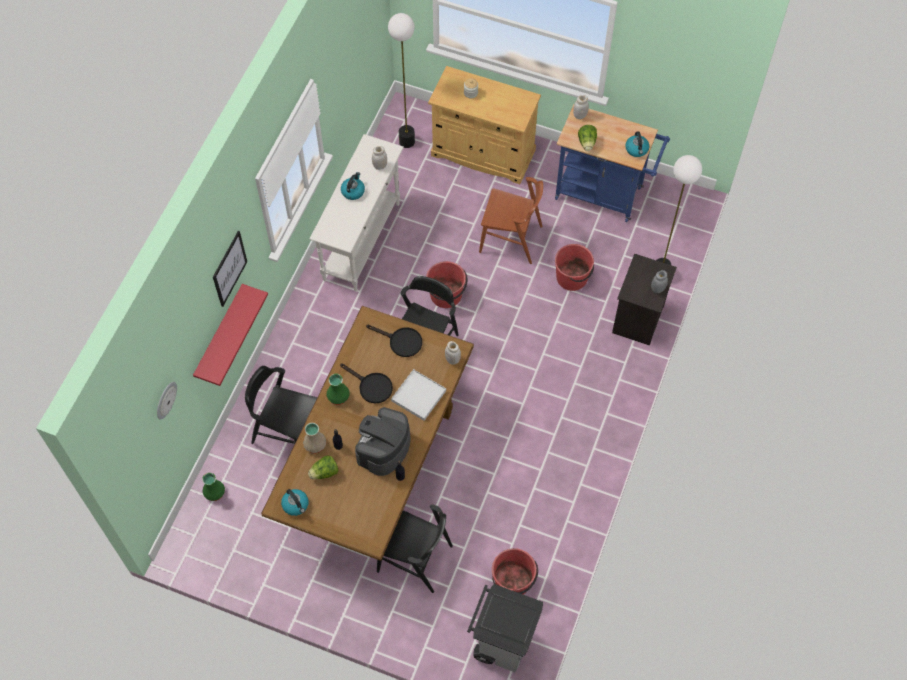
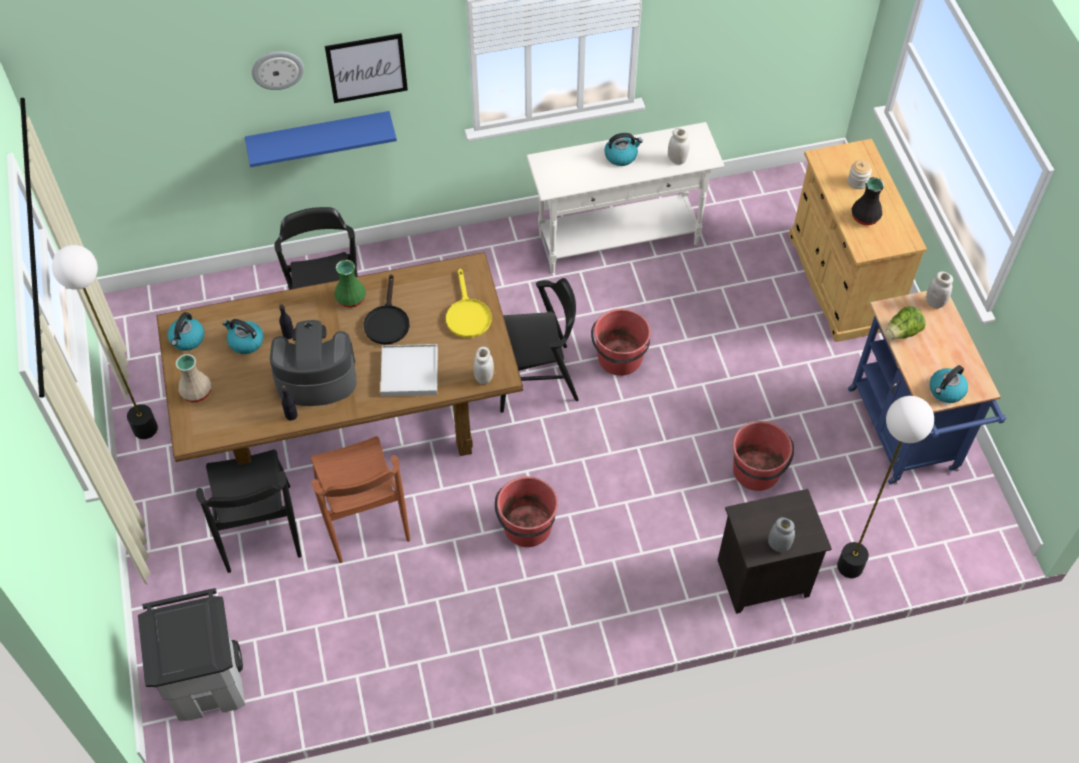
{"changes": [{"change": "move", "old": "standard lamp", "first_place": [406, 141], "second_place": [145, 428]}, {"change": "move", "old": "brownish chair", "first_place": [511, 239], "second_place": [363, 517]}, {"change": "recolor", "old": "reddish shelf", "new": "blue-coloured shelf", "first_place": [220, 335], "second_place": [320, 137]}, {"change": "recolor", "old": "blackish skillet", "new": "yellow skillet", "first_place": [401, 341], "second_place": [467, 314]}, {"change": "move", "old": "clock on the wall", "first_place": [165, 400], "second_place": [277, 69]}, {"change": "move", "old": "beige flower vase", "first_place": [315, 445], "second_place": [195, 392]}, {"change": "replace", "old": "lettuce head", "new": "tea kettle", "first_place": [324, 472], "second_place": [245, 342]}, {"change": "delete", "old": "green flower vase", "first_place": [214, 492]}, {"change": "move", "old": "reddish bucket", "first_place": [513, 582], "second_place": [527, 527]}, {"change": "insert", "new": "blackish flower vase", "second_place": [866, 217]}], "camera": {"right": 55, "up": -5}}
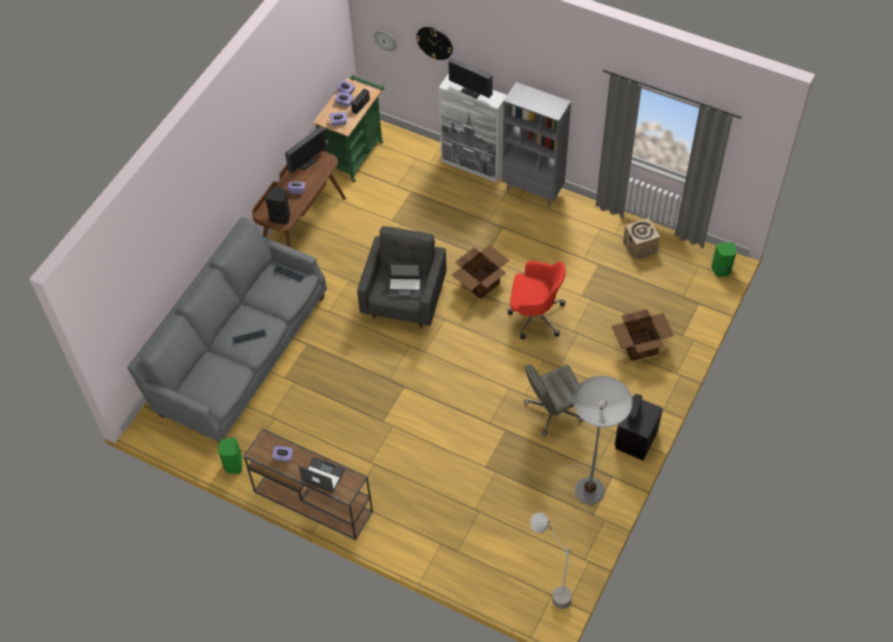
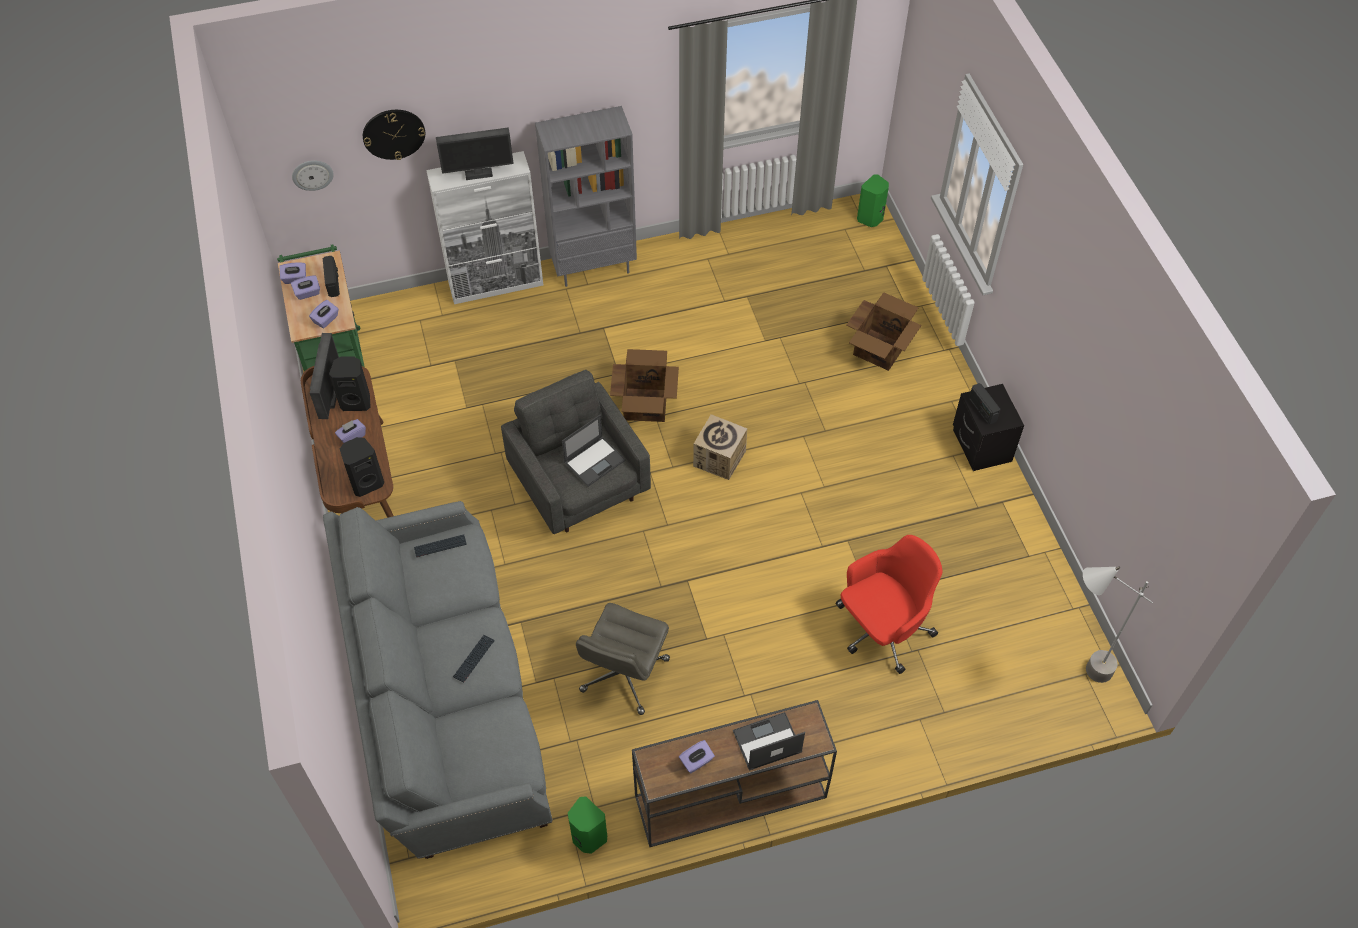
{"changes": [{"change": "move", "old": "carton", "first_place": [640, 247], "second_place": [719, 458]}, {"change": "move", "old": "reddish computer chair", "first_place": [534, 315], "second_place": [882, 630]}, {"change": "move", "old": "gray computer chair", "first_place": [552, 411], "second_place": [624, 676]}, {"change": "delete", "old": "standard lamp", "first_place": [589, 491]}, {"change": "insert", "new": "blackish loudspeaker", "second_place": [356, 401]}], "camera": {"right": -45, "up": 0}}
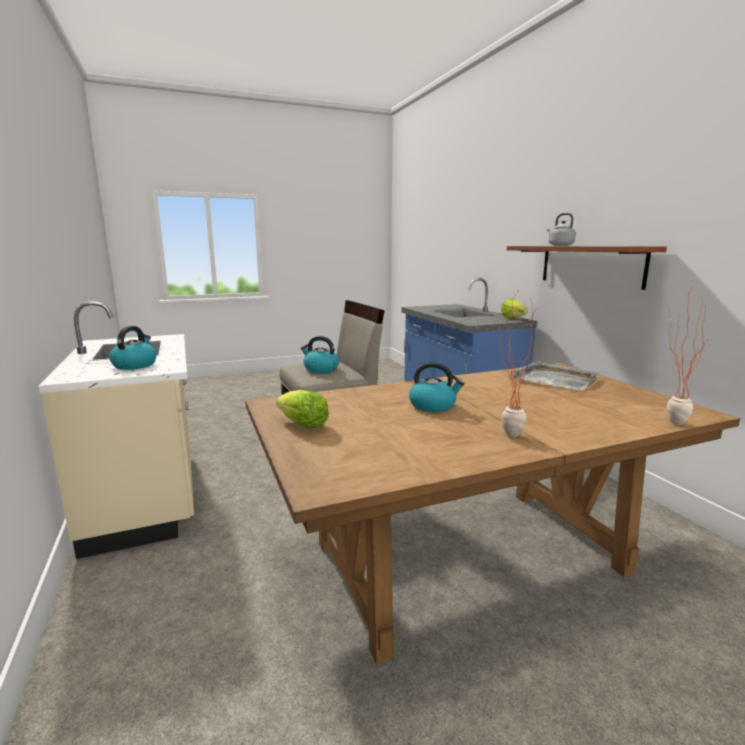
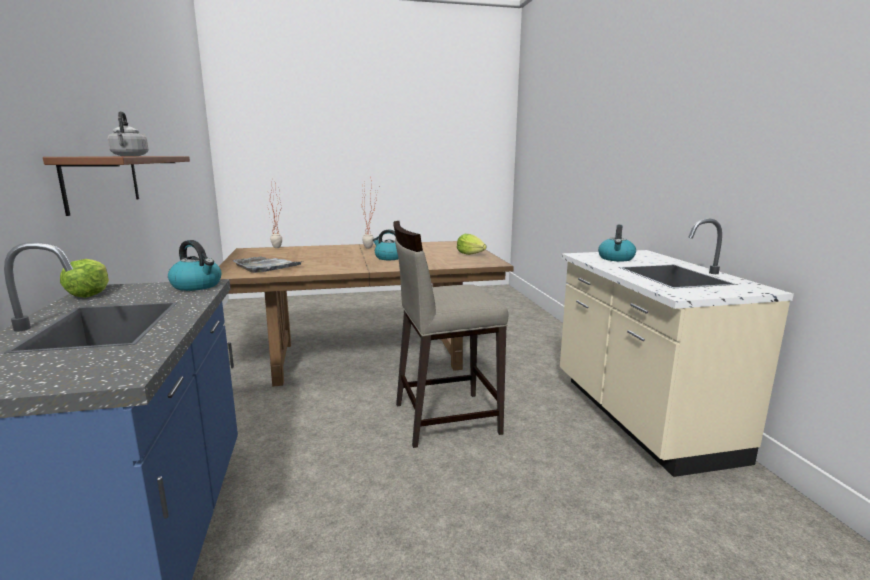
{"changes": [{"change": "move", "old": "tea kettle", "first_place": [320, 369], "second_place": [197, 286]}], "camera": {"right": -170, "up": 0}}
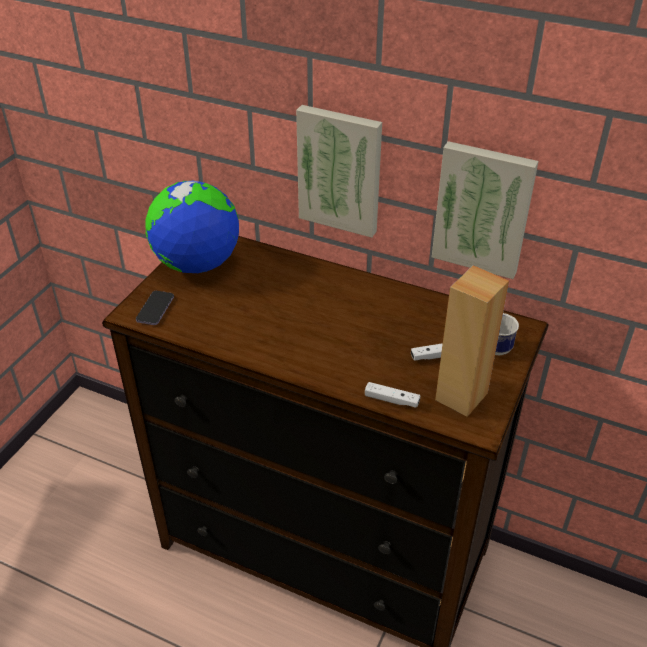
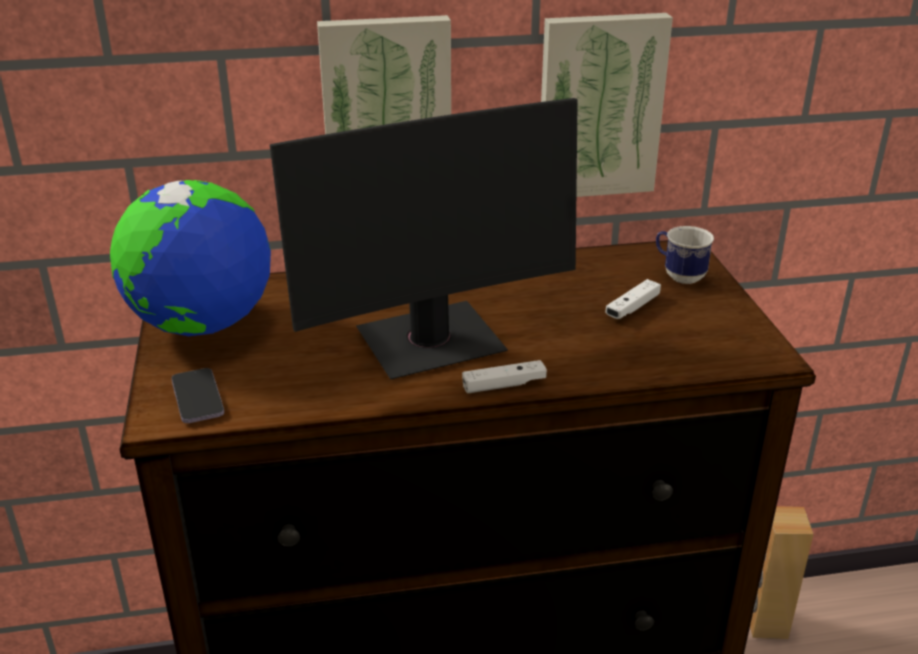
{"changes": [{"change": "move", "old": "brownish loudspeaker", "first_place": [460, 396], "second_place": [765, 623]}, {"change": "move", "old": "white joypad", "first_place": [391, 400], "second_place": [504, 385]}, {"change": "insert", "new": "monitor", "second_place": [431, 342]}], "camera": {"right": -35, "up": -10}}
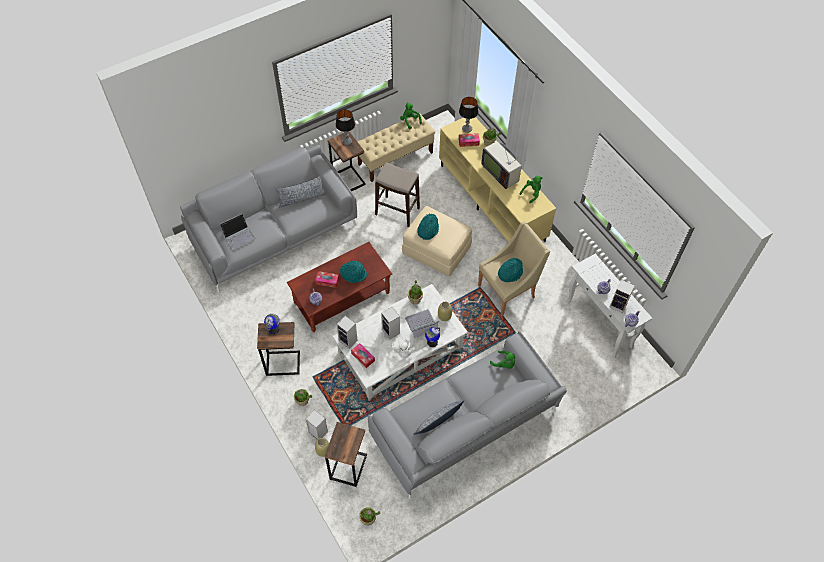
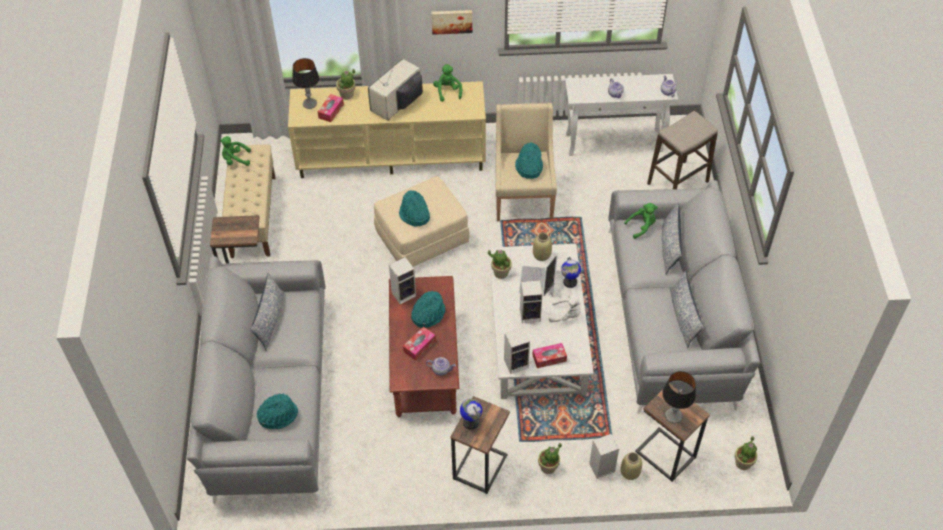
{"changes": [{"change": "move", "old": "table lamp", "first_place": [346, 141], "second_place": [673, 416]}, {"change": "rotate", "old": "television", "first_place": [501, 173], "second_place": [398, 104], "degrees": 135}, {"change": "move", "old": "sitting stool", "first_place": [397, 211], "second_place": [677, 183]}, {"change": "replace", "old": "notebook computer", "new": "blue-green clothing hat", "first_place": [239, 235], "second_place": [278, 415]}, {"change": "move", "old": "loudspeaker", "first_place": [619, 305], "second_place": [404, 293]}, {"change": "insert", "new": "wall art", "second_place": [451, 21]}, {"change": "insert", "new": "cushion", "second_place": [669, 247]}], "camera": {"right": -60, "up": -5}}
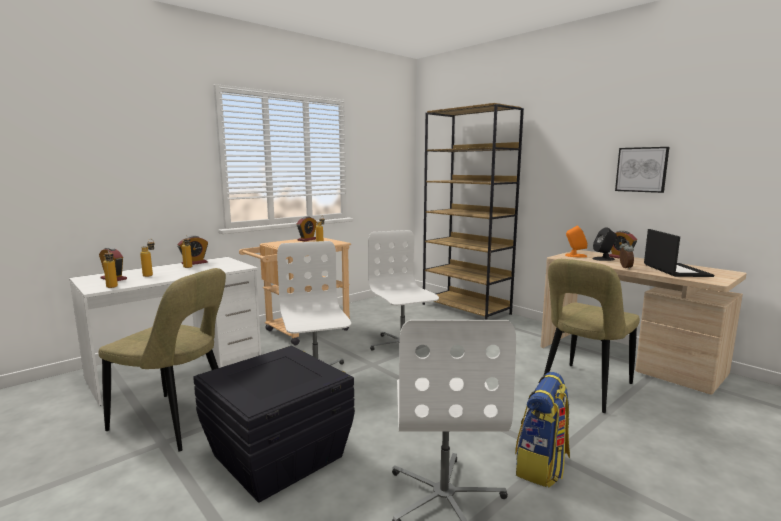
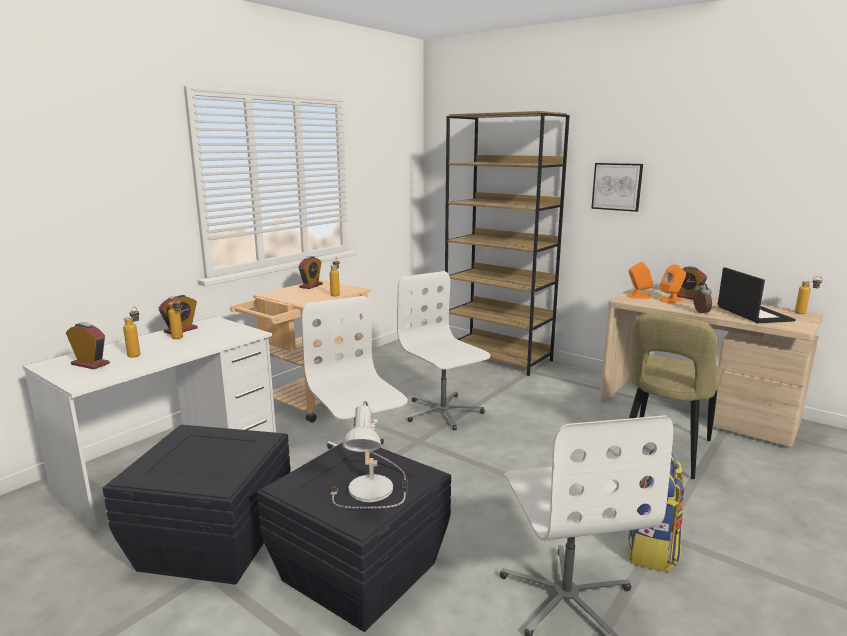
{"changes": [{"change": "move", "old": "wall art", "first_place": [641, 169], "second_place": [617, 186]}, {"change": "recolor", "old": "blackish loudspeaker", "new": "orange-coloured loudspeaker", "first_place": [603, 259], "second_place": [671, 300]}, {"change": "move", "old": "drink bottle", "first_place": [112, 287], "second_place": [804, 313]}, {"change": "replace", "old": "beige chair", "new": "blackish storage bin", "first_place": [176, 422], "second_place": [211, 543]}, {"change": "insert", "new": "table lamp", "second_place": [375, 491]}], "camera": {"right": -10, "up": 5}}
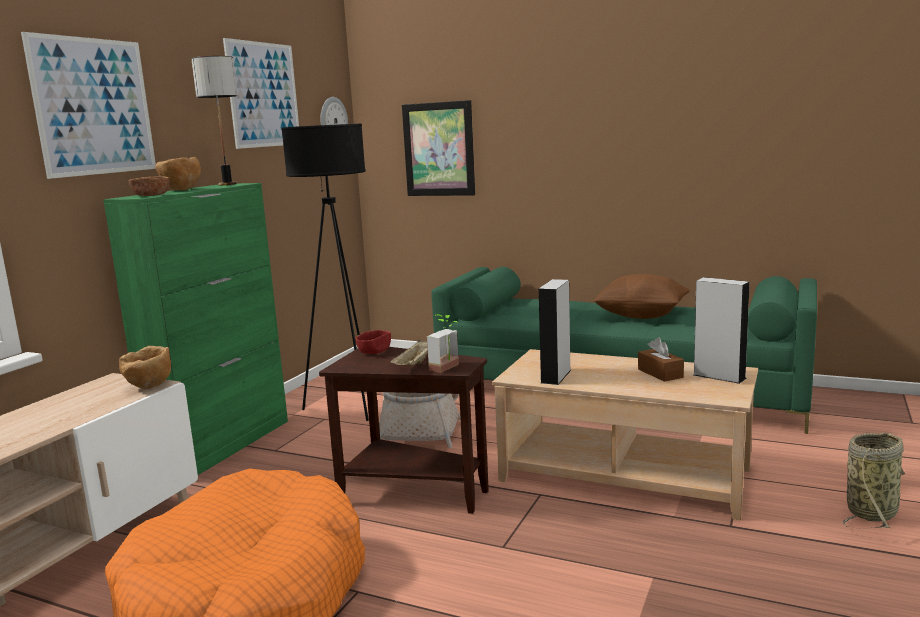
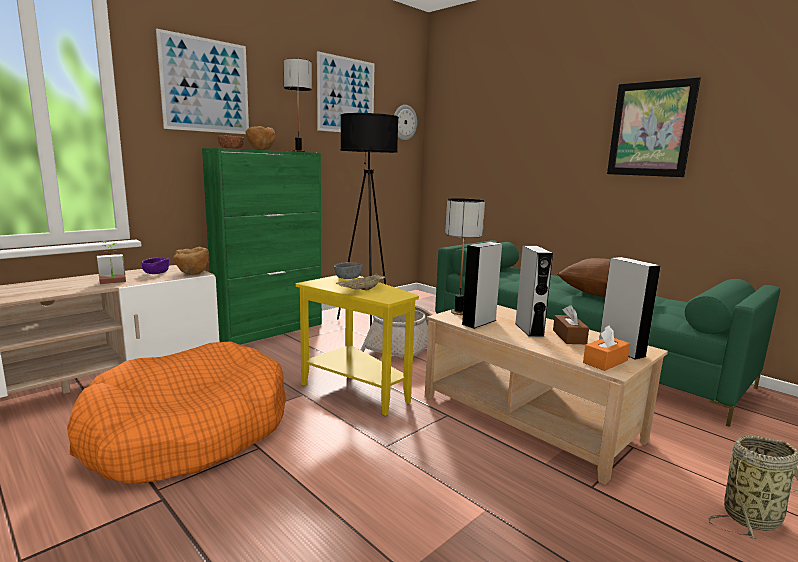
{"changes": [{"change": "move", "old": "wall art", "first_place": [439, 149], "second_place": [651, 129]}, {"change": "move", "old": "houseplant", "first_place": [449, 368], "second_place": [113, 283]}, {"change": "recolor", "old": "reddish serving bowl", "new": "gray serving bowl", "first_place": [374, 351], "second_place": [348, 278]}, {"change": "recolor", "old": "brownish side table", "new": "yellow side table", "first_place": [410, 492], "second_place": [355, 389]}, {"change": "insert", "new": "table lamp", "second_place": [459, 312]}, {"change": "insert", "new": "gray loudspeaker", "second_place": [529, 329]}, {"change": "insert", "new": "purplish serving bowl", "second_place": [156, 272]}, {"change": "insert", "new": "orange-coloured tissue holder", "second_place": [605, 362]}], "camera": {"right": 20, "up": 0}}
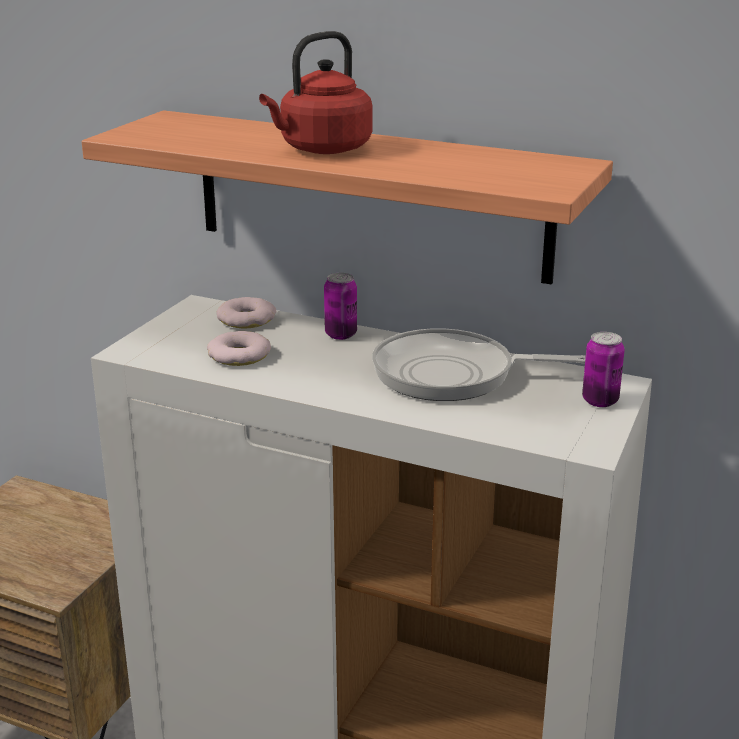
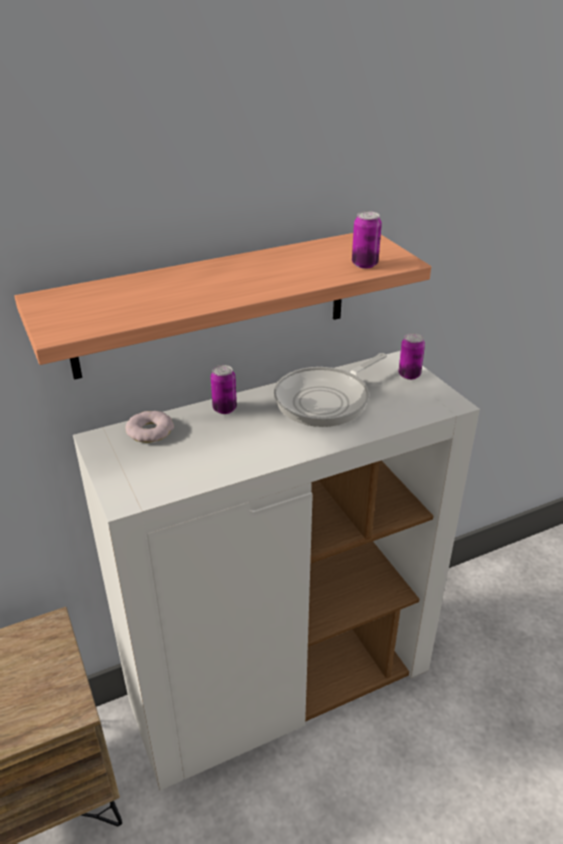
{"changes": [{"change": "delete", "old": "reddish tea kettle", "first_place": [322, 149]}, {"change": "delete", "old": "ring doughnut", "first_place": [239, 355]}, {"change": "insert", "new": "can", "second_place": [364, 264]}], "camera": {"right": -50, "up": 10}}
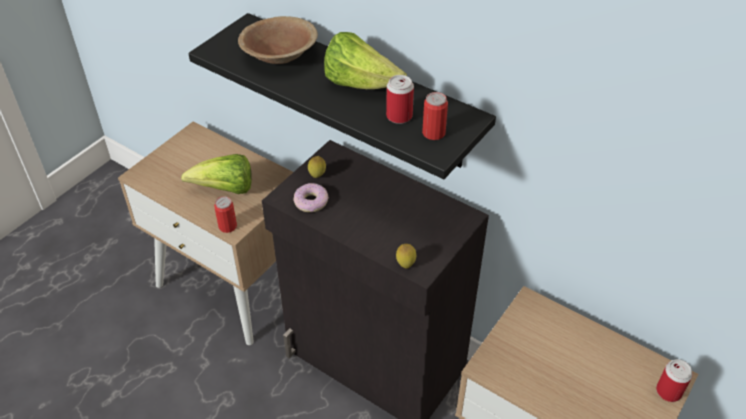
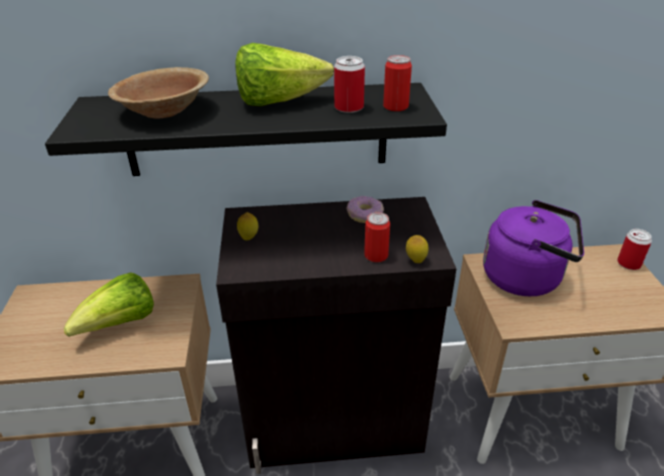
{"changes": [{"change": "move", "old": "ring doughnut", "first_place": [311, 202], "second_place": [365, 214]}, {"change": "move", "old": "can", "first_place": [227, 226], "second_place": [376, 255]}, {"change": "insert", "new": "purplish tea kettle", "second_place": [526, 277]}], "camera": {"right": -40, "up": -10}}
